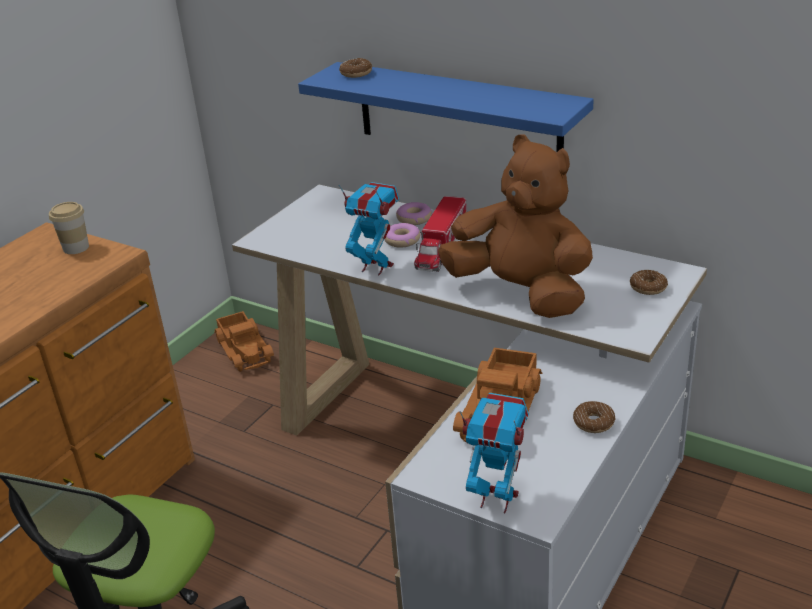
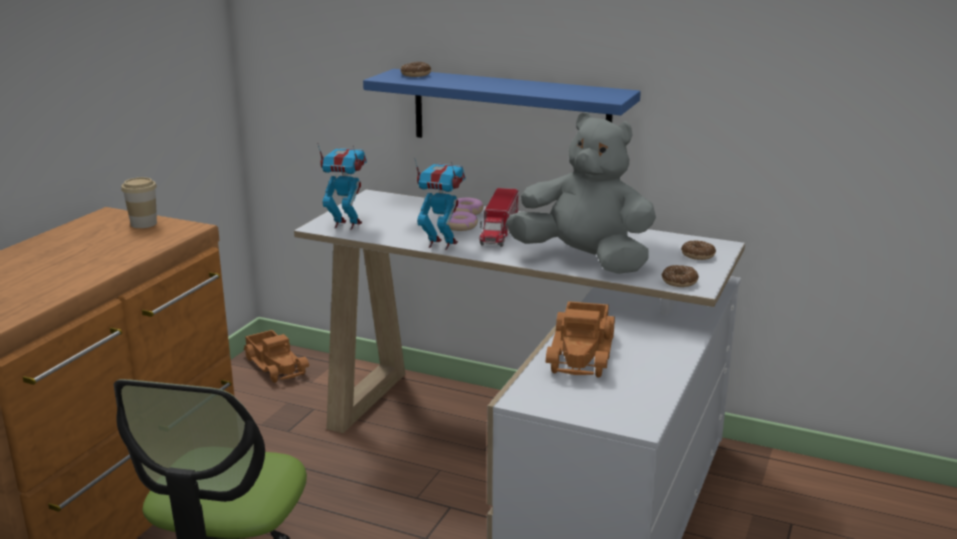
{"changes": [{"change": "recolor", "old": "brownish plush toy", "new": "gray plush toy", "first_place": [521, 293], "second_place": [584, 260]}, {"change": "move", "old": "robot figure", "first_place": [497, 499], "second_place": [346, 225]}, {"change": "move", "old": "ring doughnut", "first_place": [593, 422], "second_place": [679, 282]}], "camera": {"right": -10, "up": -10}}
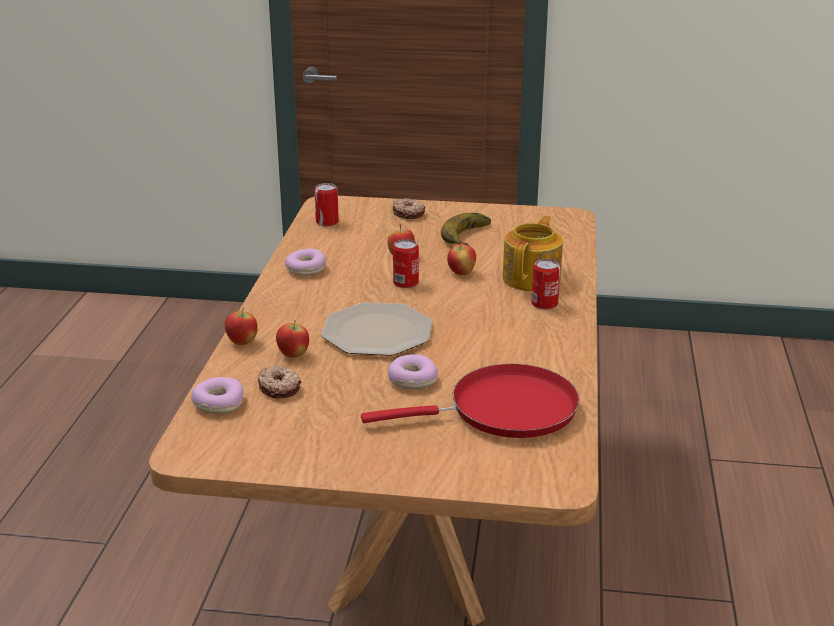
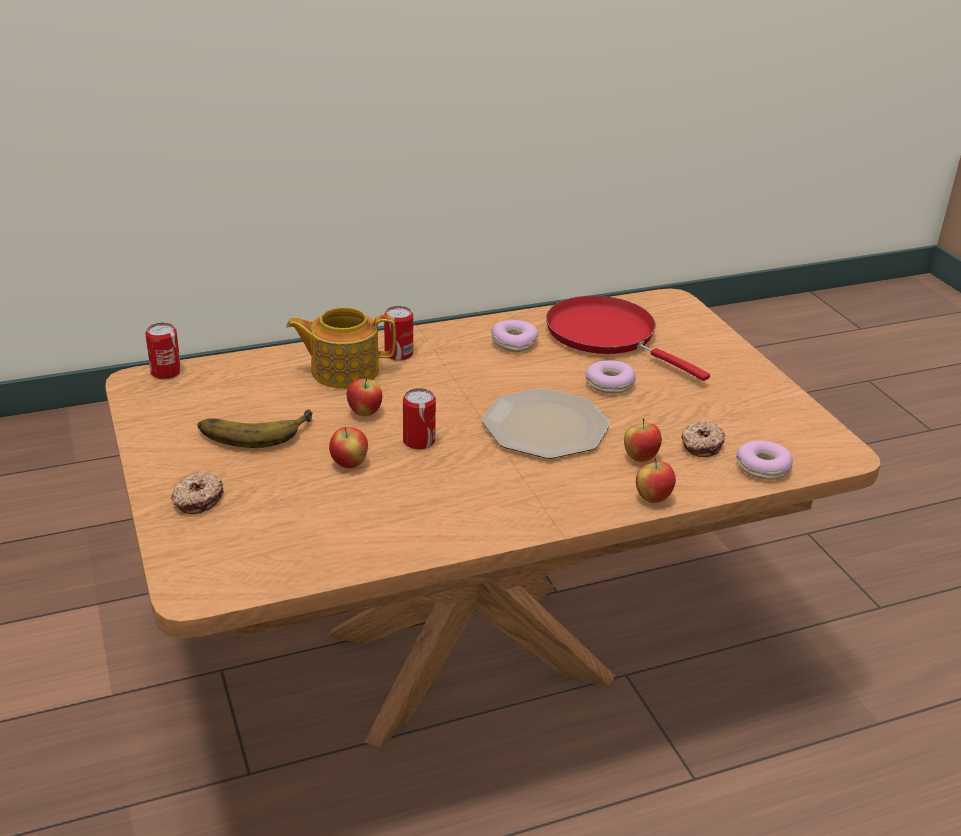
{"changes": [{"change": "move", "old": "can", "first_place": [327, 222], "second_place": [166, 372]}, {"change": "move", "old": "ring doughnut", "first_place": [306, 269], "second_place": [513, 343]}], "camera": {"right": -120, "up": 5}}
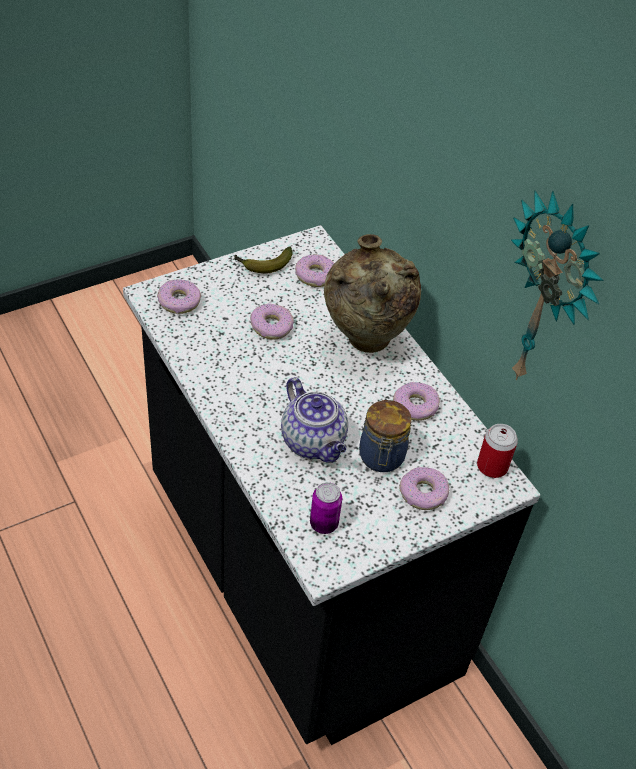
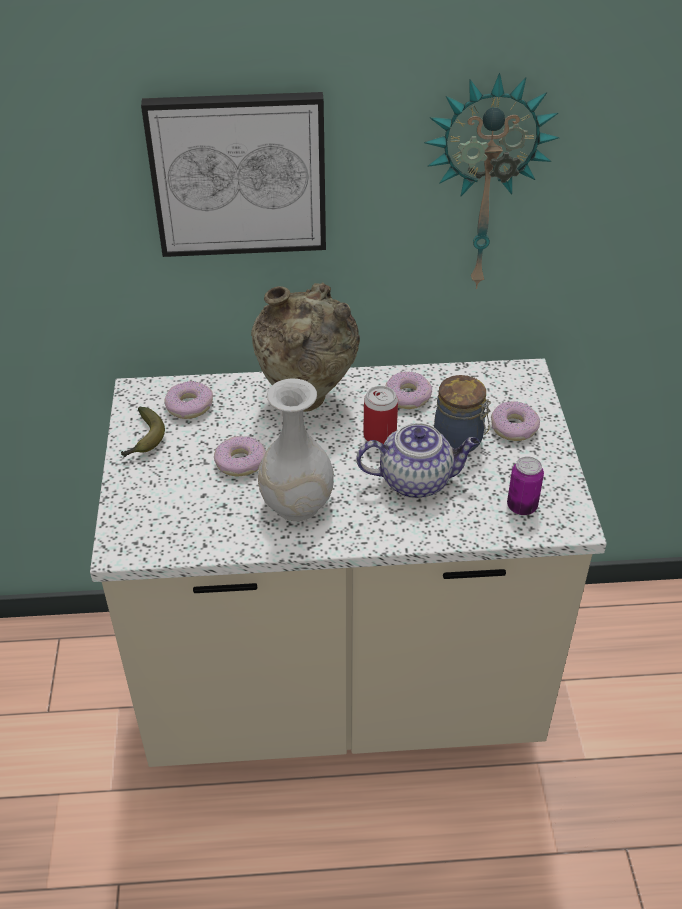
{"changes": [{"change": "recolor", "old": "blackish kitchen base unit", "new": "beige kitchen base unit", "first_place": [297, 579], "second_place": [342, 692]}, {"change": "delete", "old": "ring doughnut", "first_place": [179, 302]}, {"change": "move", "old": "can", "first_place": [492, 466], "second_place": [379, 436]}, {"change": "insert", "new": "wall art", "second_place": [238, 174]}, {"change": "insert", "new": "white flower vase", "second_place": [296, 504]}], "camera": {"right": -60, "up": -5}}
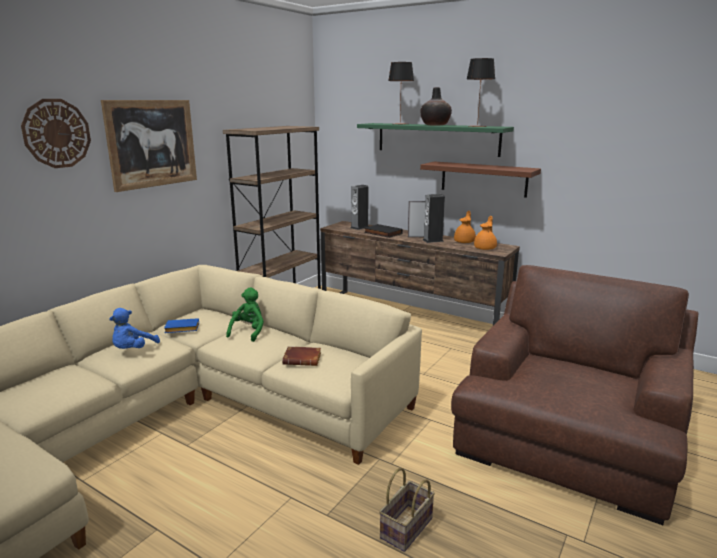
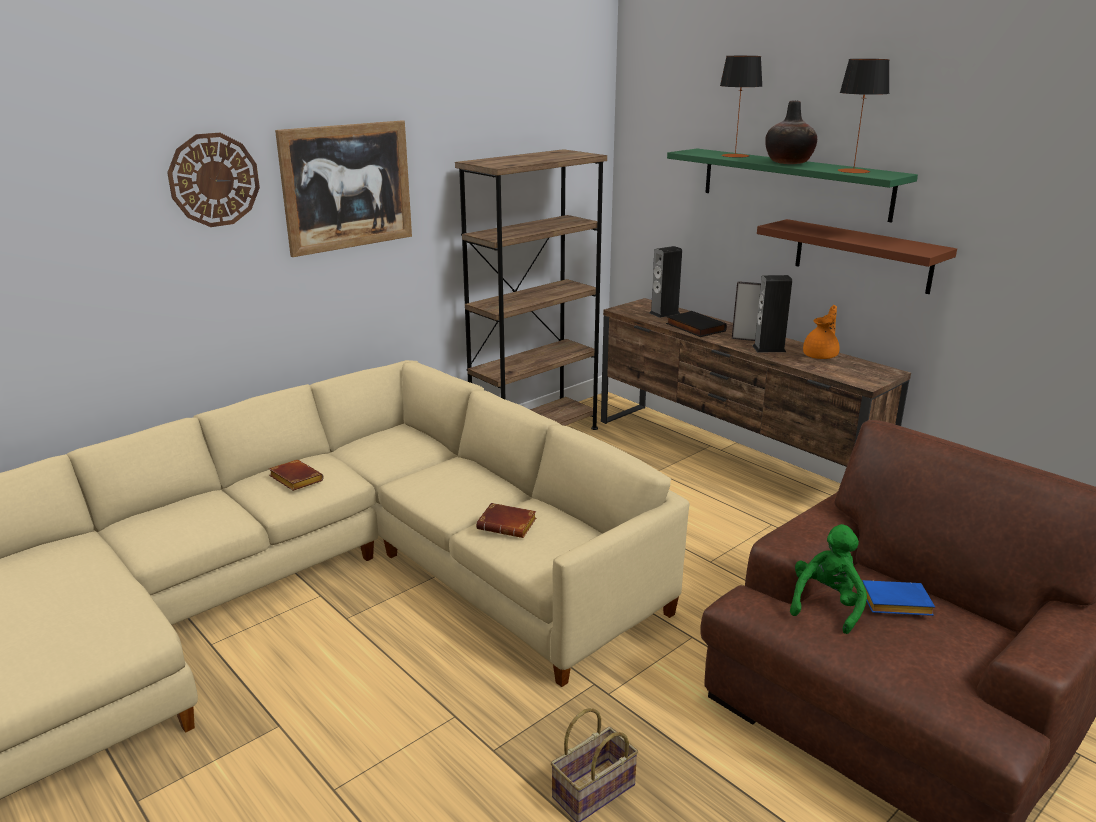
{"changes": [{"change": "delete", "old": "orange-coloured teapot", "first_place": [485, 248]}, {"change": "move", "old": "green plush toy", "first_place": [248, 332], "second_place": [826, 605]}, {"change": "replace", "old": "blue-coloured plush toy", "new": "brownish book", "first_place": [133, 350], "second_place": [294, 479]}, {"change": "move", "old": "blue-coloured book", "first_place": [181, 329], "second_place": [894, 604]}], "camera": {"right": 15, "up": 5}}
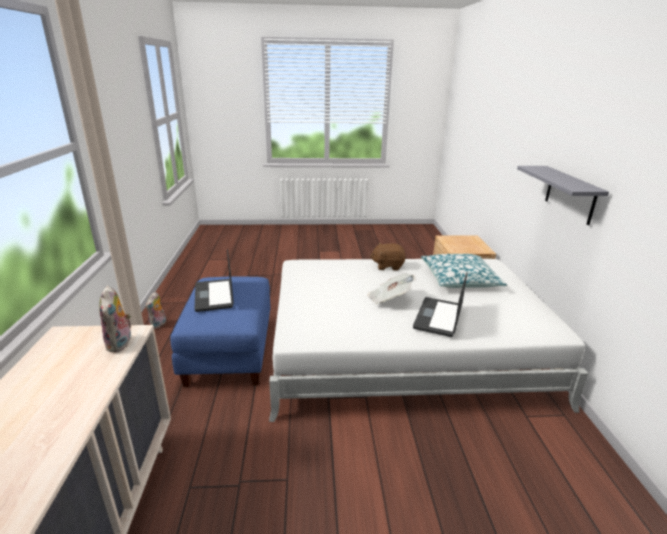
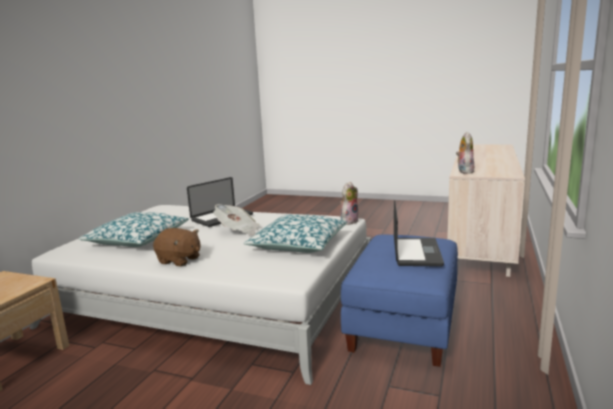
{"changes": [{"change": "delete", "old": "gray shelf", "first_place": [570, 195]}, {"change": "move", "old": "plush toy", "first_place": [158, 325], "second_place": [349, 221]}, {"change": "insert", "new": "cushion", "second_place": [298, 244]}], "camera": {"right": -155, "up": -10}}
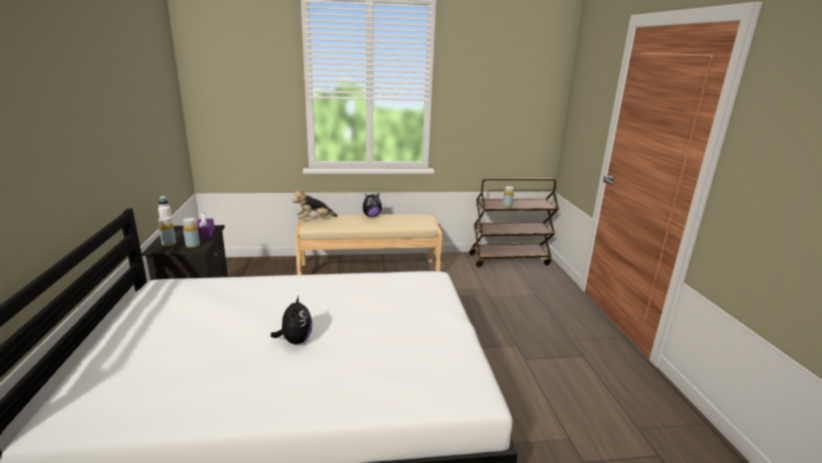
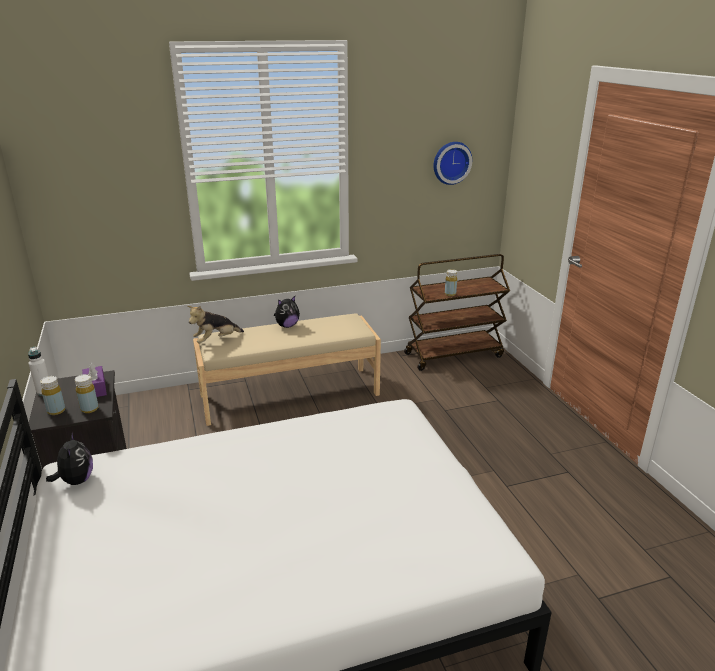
{"changes": [{"change": "move", "old": "plush toy", "first_place": [295, 341], "second_place": [76, 480]}, {"change": "insert", "new": "clock on the wall", "second_place": [451, 162]}], "camera": {"right": -10, "up": 5}}
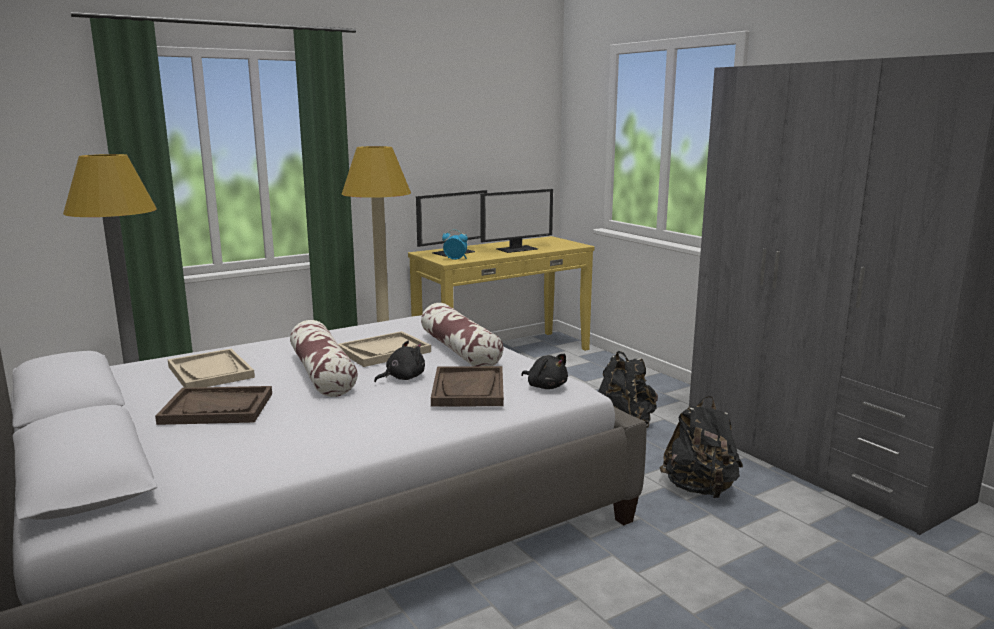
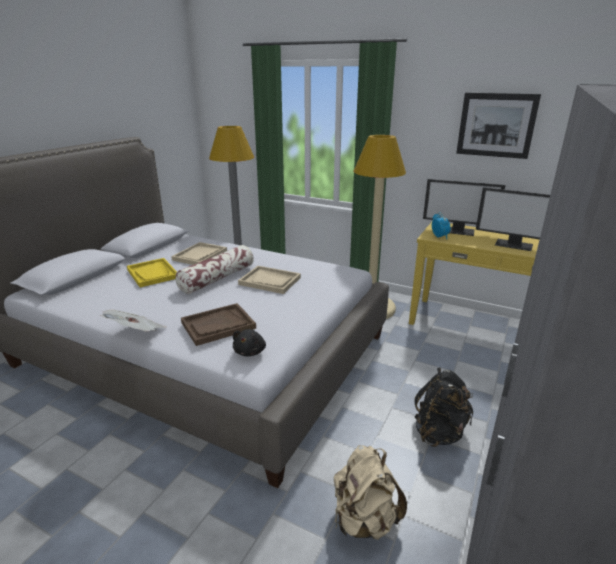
{"changes": [{"change": "delete", "old": "cushion", "first_place": [459, 350]}, {"change": "delete", "old": "blackish plush toy", "first_place": [403, 378]}, {"change": "recolor", "old": "brownish tray", "new": "yellow tray", "first_place": [217, 408], "second_place": [153, 274]}, {"change": "recolor", "old": "blackish rucksack", "new": "beige rucksack", "first_place": [700, 489], "second_place": [364, 519]}, {"change": "insert", "new": "wall art", "second_place": [496, 125]}, {"change": "insert", "new": "daily paper", "second_place": [137, 333]}], "camera": {"right": 60, "up": 10}}
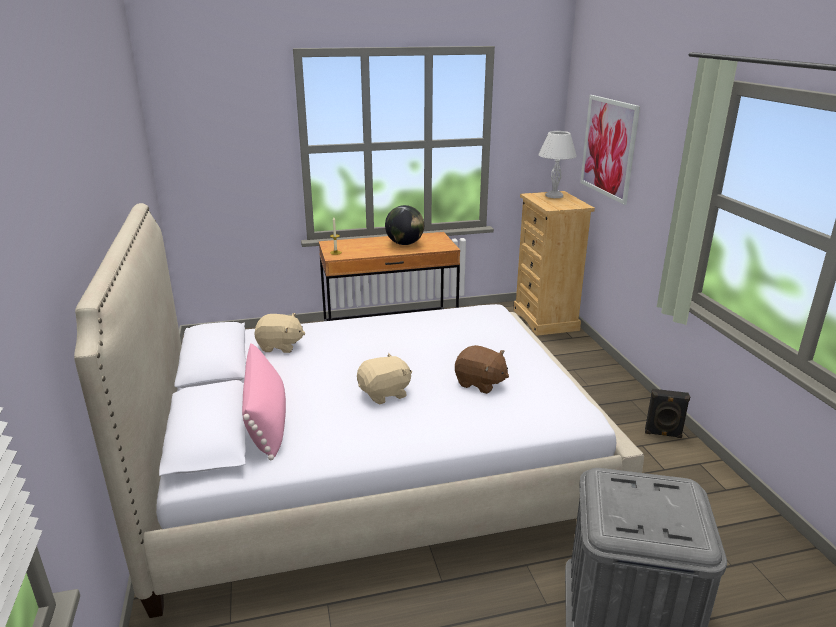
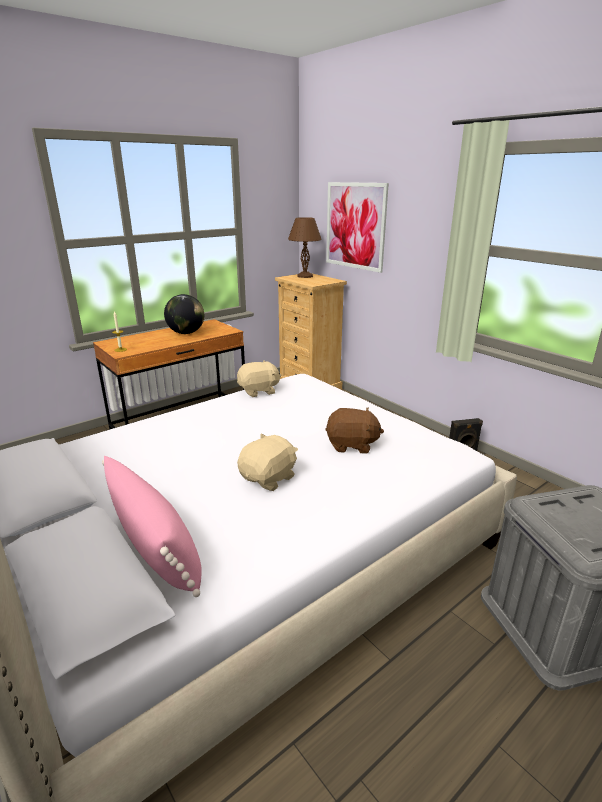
{"changes": [{"change": "recolor", "old": "white table lamp", "new": "brownish table lamp", "first_place": [553, 196], "second_place": [304, 276]}, {"change": "move", "old": "beige plush toy", "first_place": [280, 346], "second_place": [259, 391]}], "camera": {"right": -25, "up": 0}}
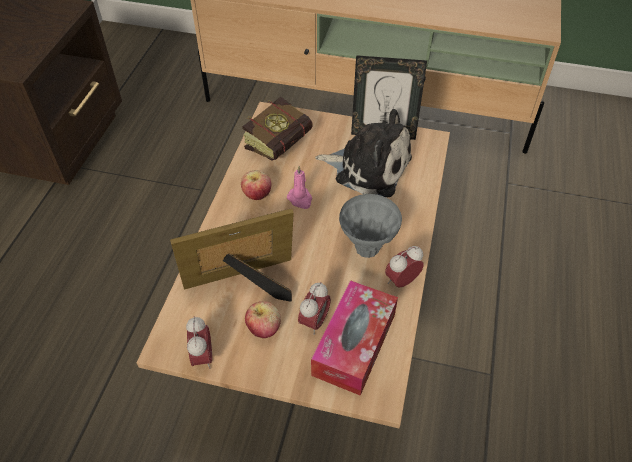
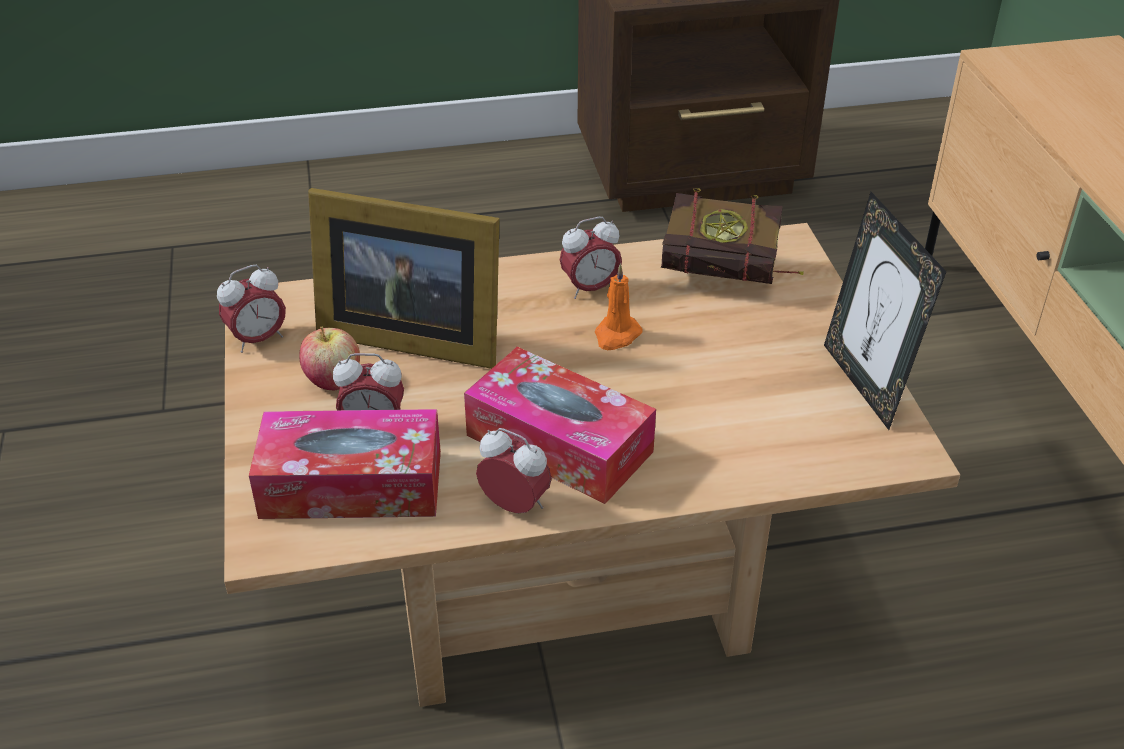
{"changes": [{"change": "delete", "old": "plush toy", "first_place": [368, 167]}, {"change": "recolor", "old": "pink-coloured wax candle", "new": "orange-coloured wax candle", "first_place": [300, 199], "second_place": [616, 335]}, {"change": "replace", "old": "apple fruit", "new": "bedside clock", "first_place": [257, 195], "second_place": [590, 289]}, {"change": "replace", "old": "gray flower vase", "new": "tissue holder", "first_place": [367, 249], "second_place": [559, 443]}, {"change": "rotate", "old": "photo frame", "first_place": [245, 283], "second_place": [407, 335], "degrees": 150}], "camera": {"right": 65, "up": -10}}
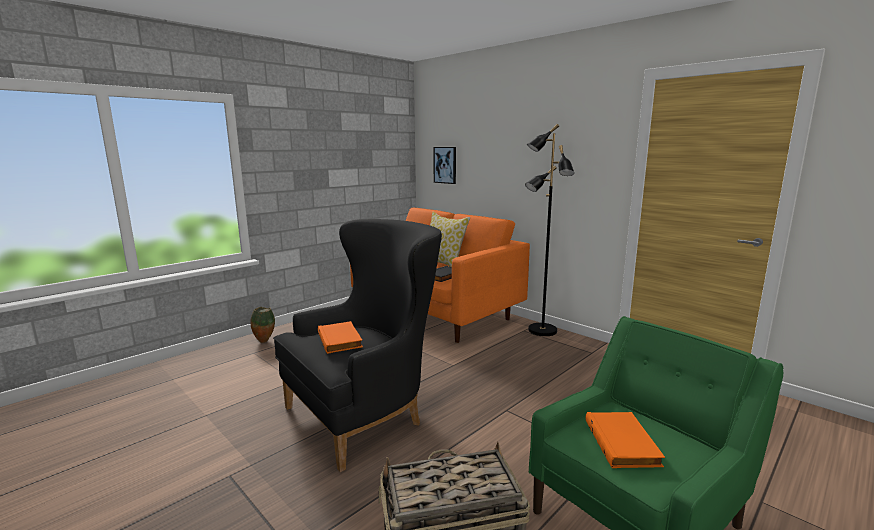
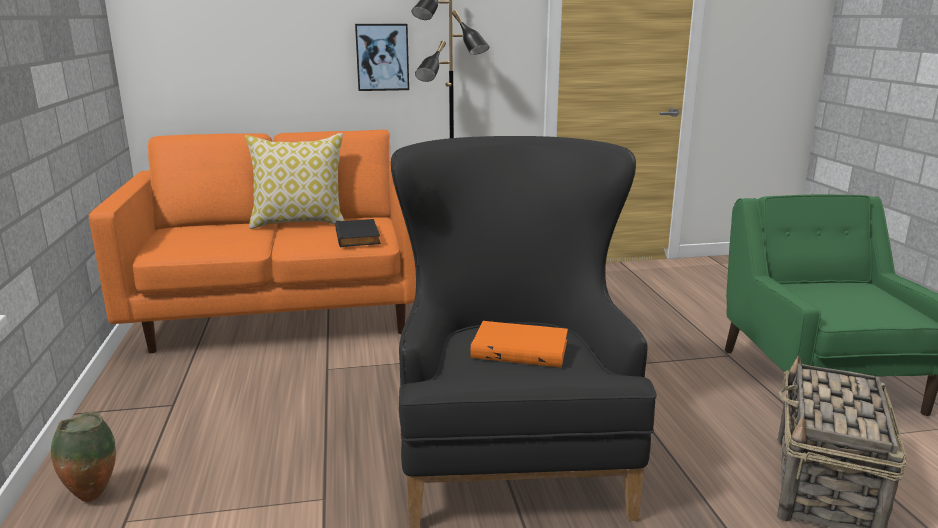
{"changes": [{"change": "move", "old": "wall art", "first_place": [445, 165], "second_place": [382, 57]}, {"change": "delete", "old": "orange-coloured book", "first_place": [623, 443]}], "camera": {"right": -55, "up": 5}}
